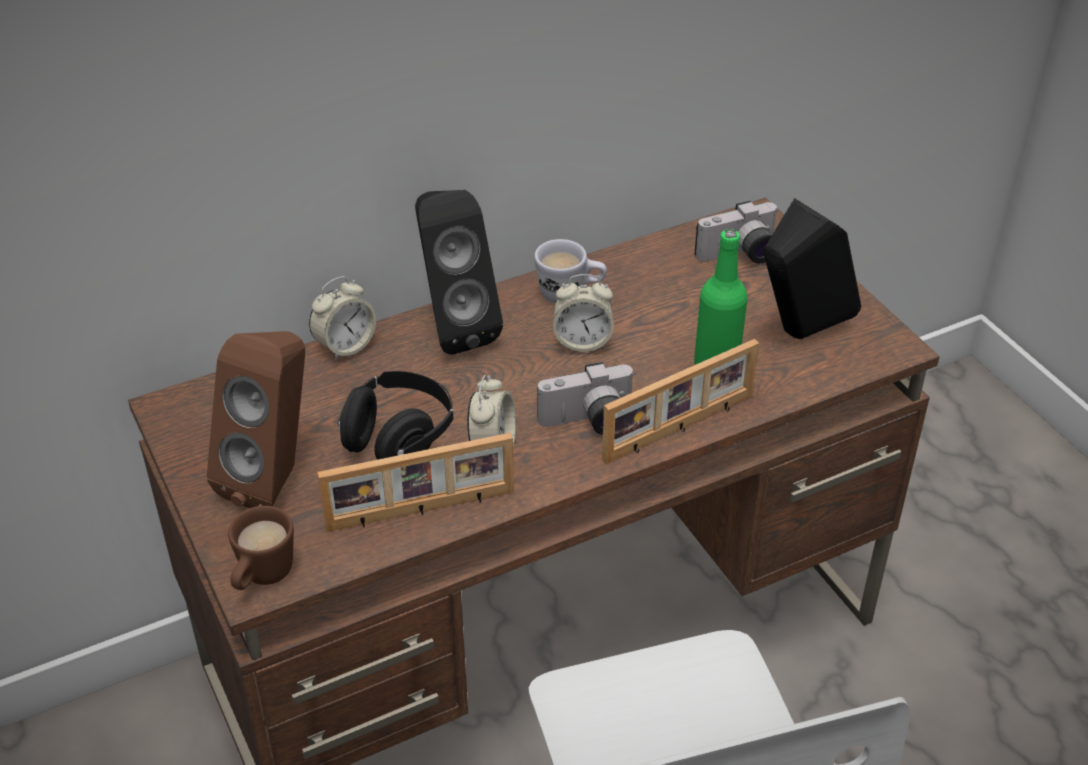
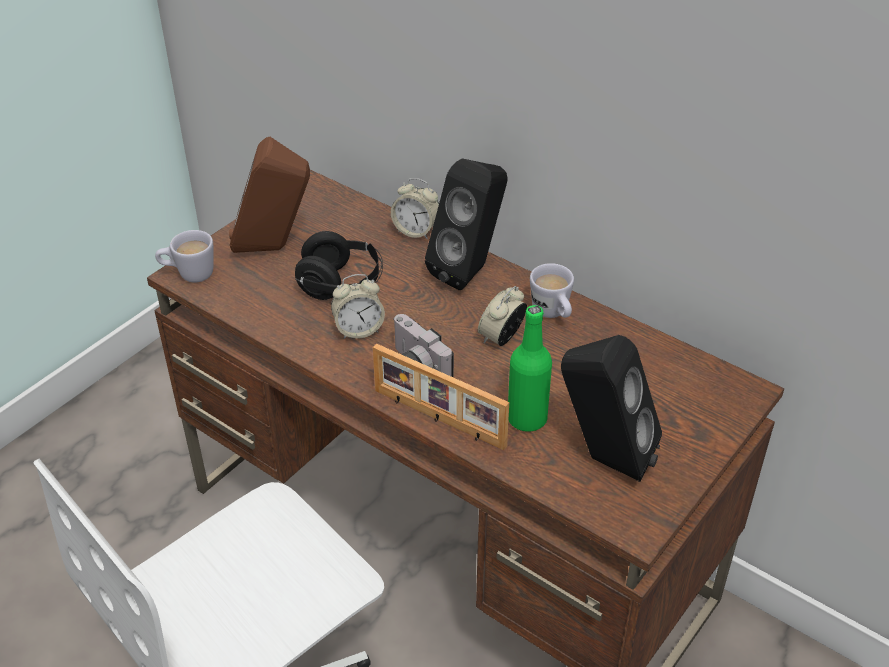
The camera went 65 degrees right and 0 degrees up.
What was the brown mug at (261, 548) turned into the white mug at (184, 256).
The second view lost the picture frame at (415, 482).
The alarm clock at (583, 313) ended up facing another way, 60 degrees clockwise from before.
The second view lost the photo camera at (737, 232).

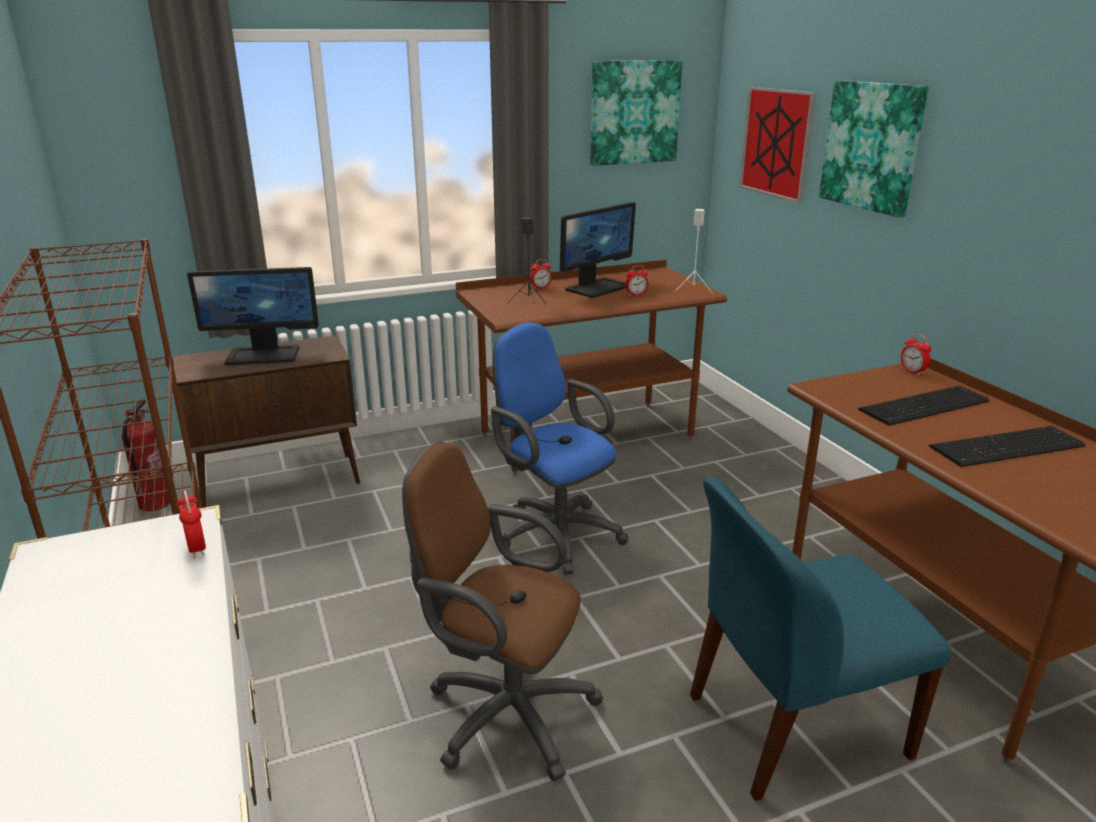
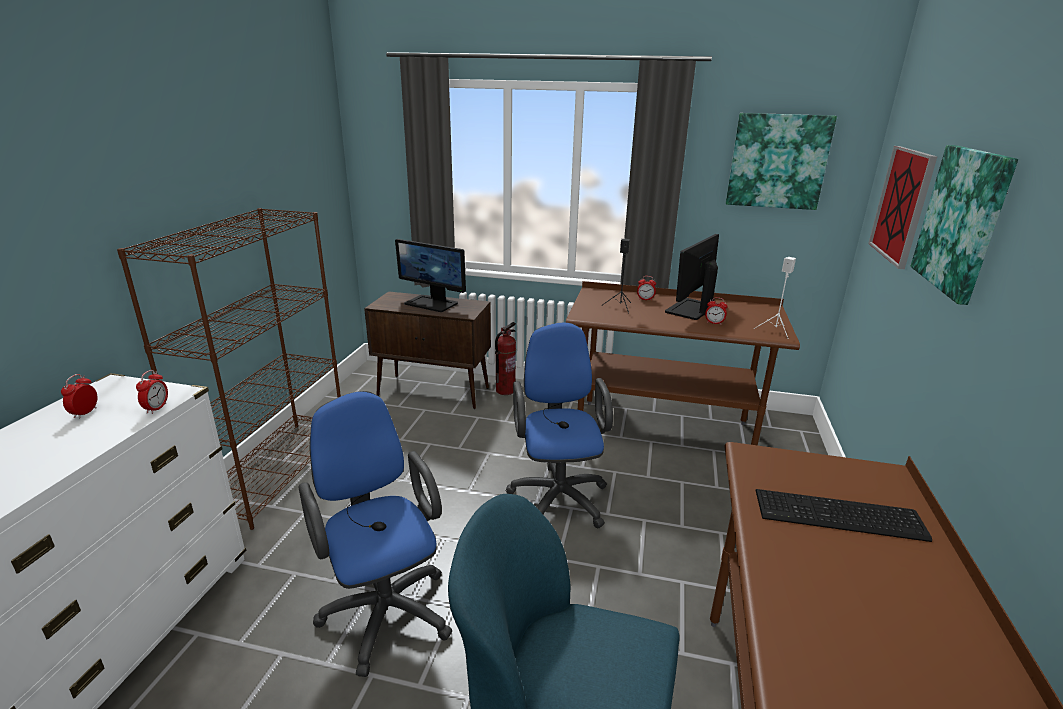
The camera went 35 degrees right and 0 degrees up.
The fire extinguisher ended up elsewhere, having gone from (146, 455) to (505, 358).
What was the brown office chair at (502, 611) turned into the blue office chair at (375, 534).
The monitor at (598, 250) ended up facing another way, 135 degrees clockwise from before.
The alarm clock ended up elsewhere, having gone from (916, 354) to (79, 396).
The second view lost the keyboard at (1007, 446).

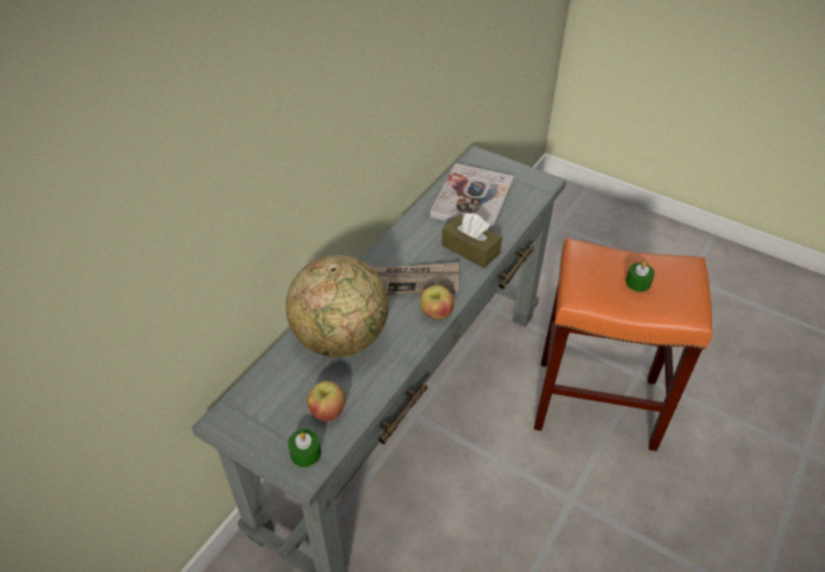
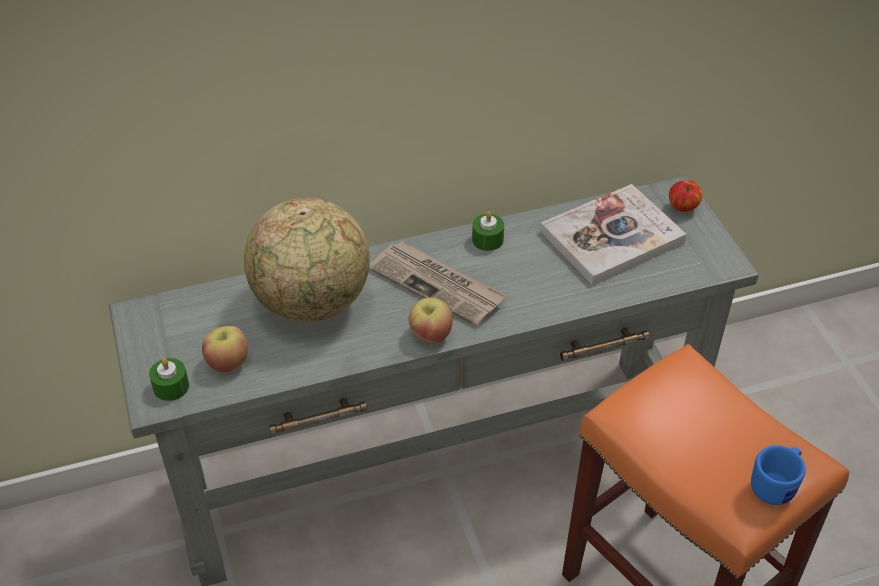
The camera went 40 degrees right and 0 degrees up.
The second view lost the brown tissue box at (472, 240).
The green candle ended up elsewhere, having gone from (640, 276) to (488, 231).
The second view gained the apple at (685, 196).
The second view gained the blue mug at (778, 475).

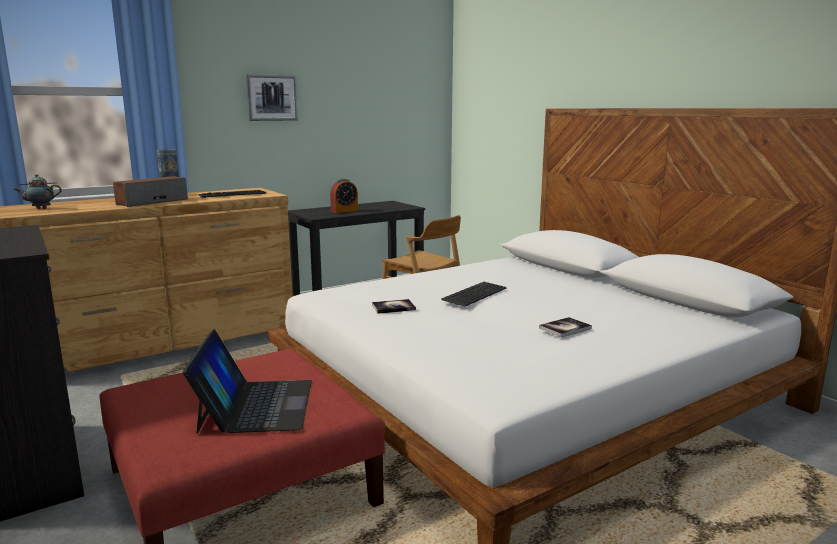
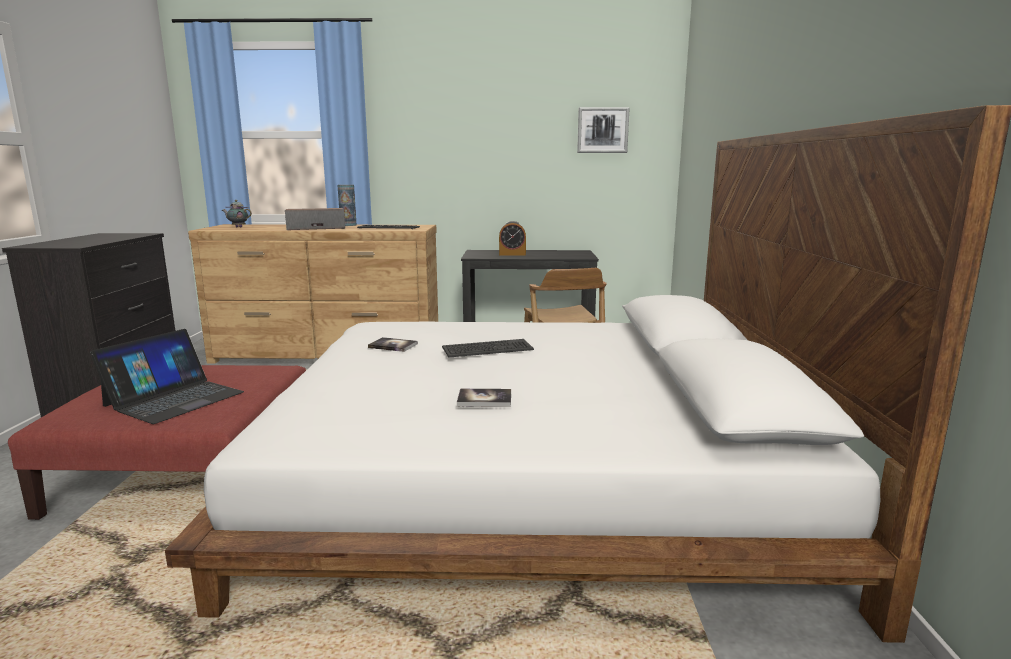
The camera went 35 degrees right and 0 degrees up.
The picture ended up elsewhere, having gone from (272, 97) to (603, 130).

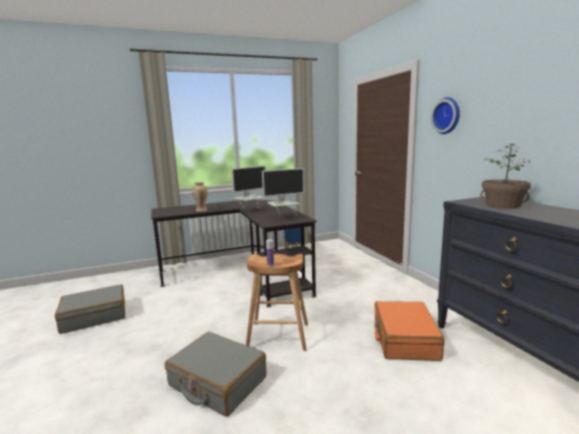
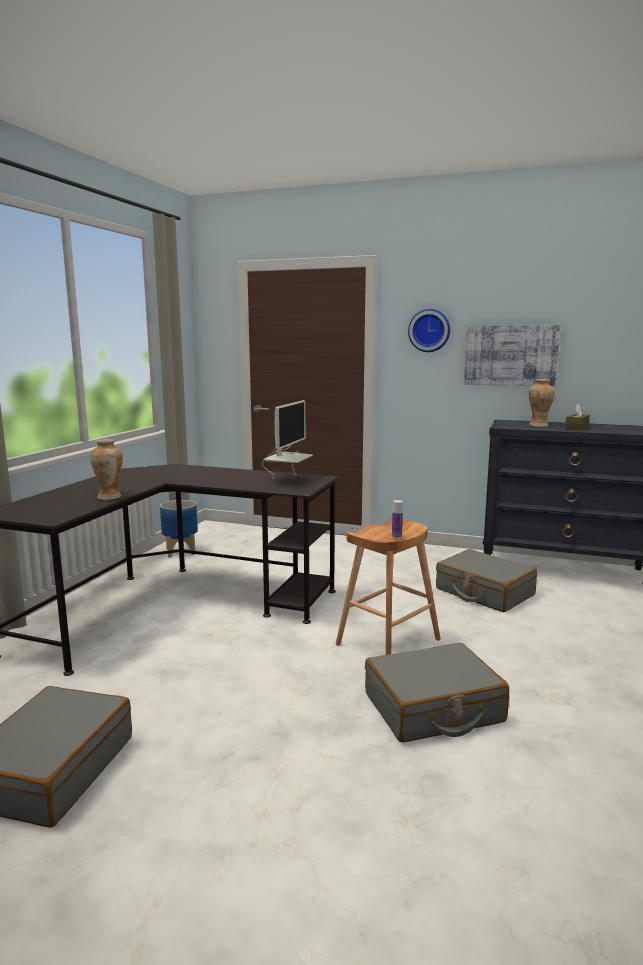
The camera went 50 degrees left and 0 degrees up.
The second view lost the monitor at (248, 187).
What was the orange suitcase at (409, 331) turned into the grey suitcase at (486, 580).
Where the potted plant stood at (505, 176), the vase came to stand at (542, 403).
The second view gained the picture at (512, 356).
The second view gained the brown tissue box at (577, 417).

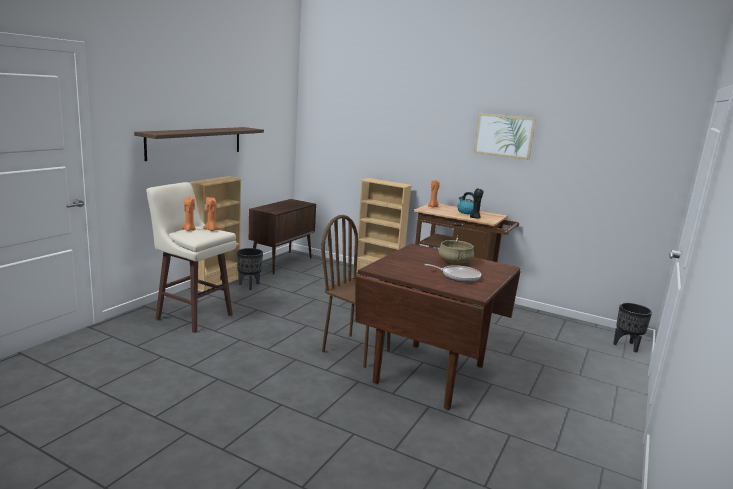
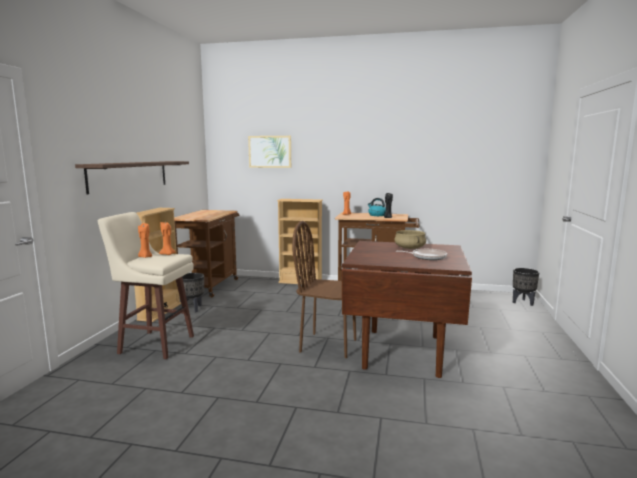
The camera went 15 degrees left and 5 degrees down.
Where the brown cabinet stood at (282, 236), the brown cart came to stand at (206, 253).
The picture ended up elsewhere, having gone from (505, 136) to (269, 152).

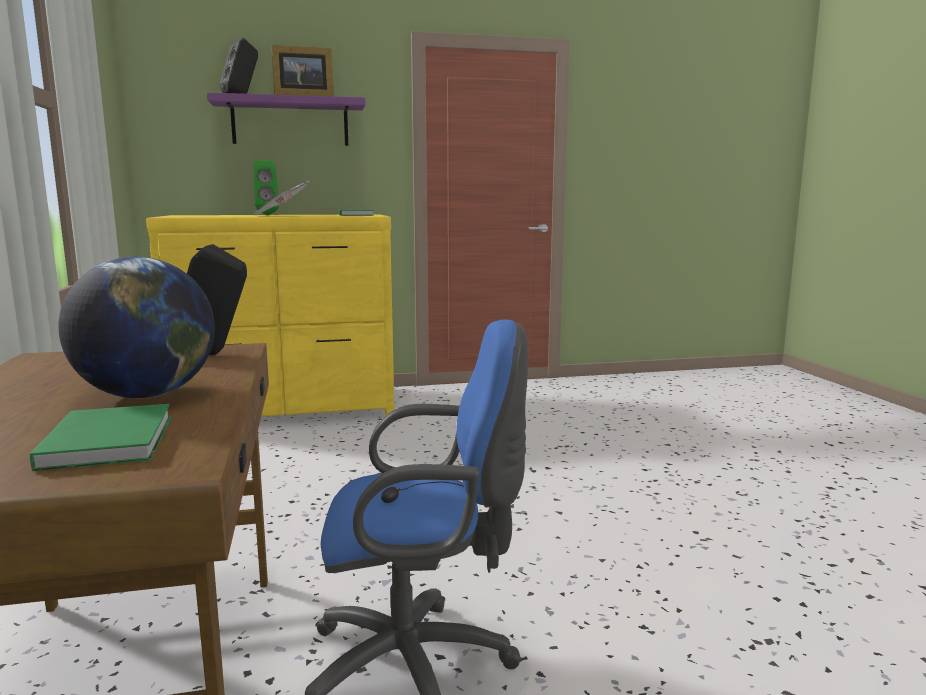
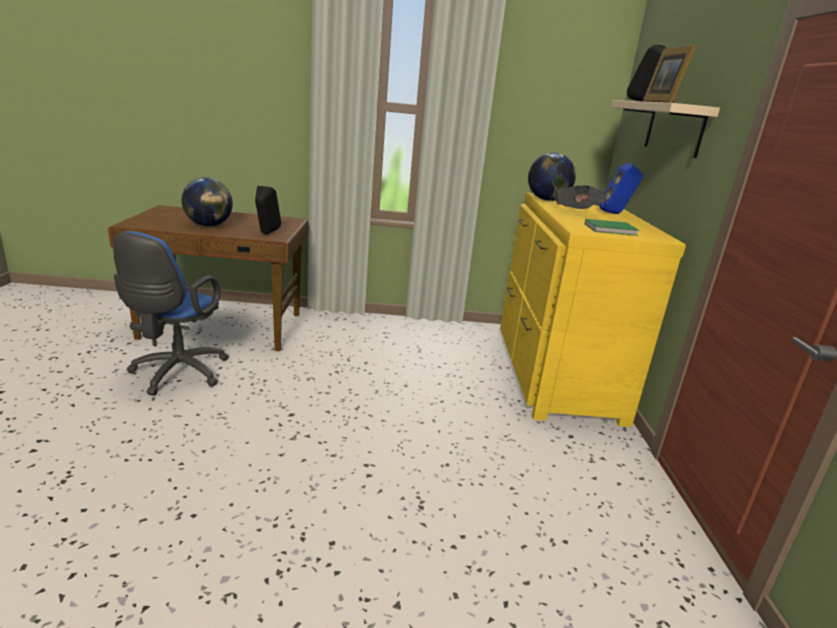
The camera went 100 degrees right and 10 degrees up.
The second view lost the green book at (100, 437).
What was the purple shelf at (286, 119) turned into the beige shelf at (665, 129).
What was the green speaker at (266, 187) turned into the blue speaker at (621, 188).
The second view gained the globe at (552, 177).

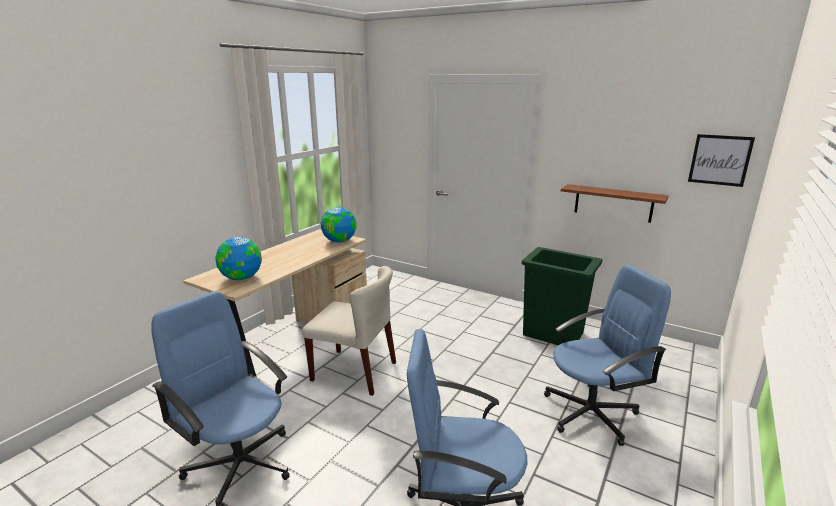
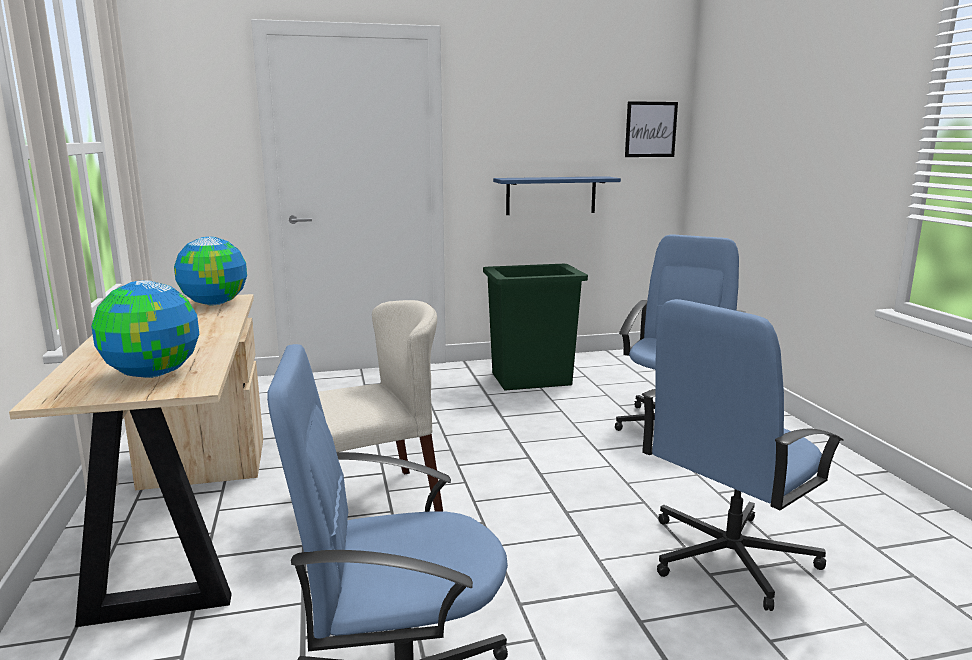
The camera went 45 degrees left and 5 degrees down.
What was the brown shelf at (614, 203) turned into the blue shelf at (557, 195).

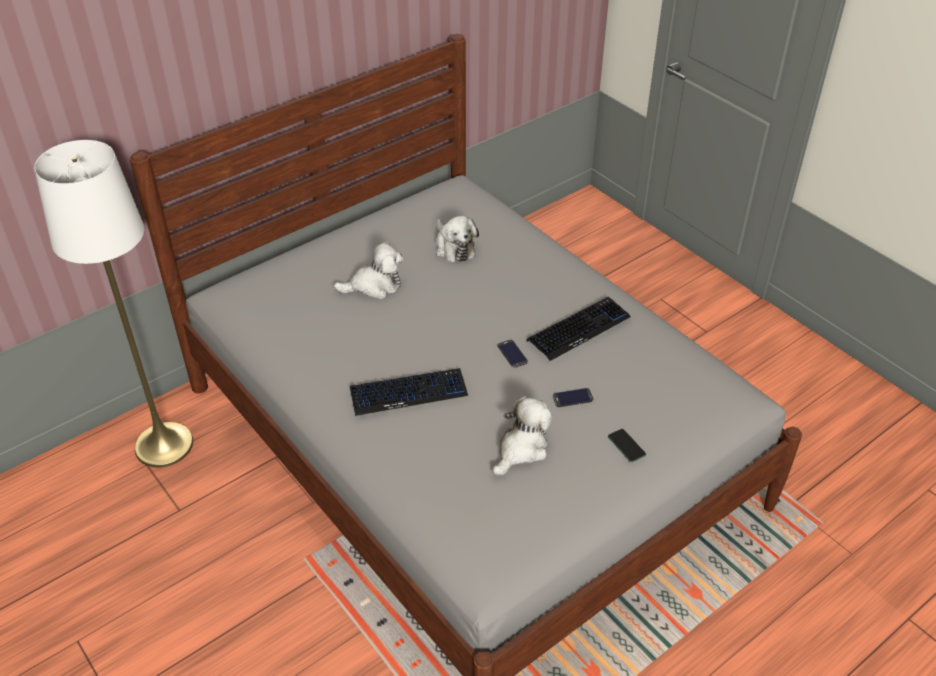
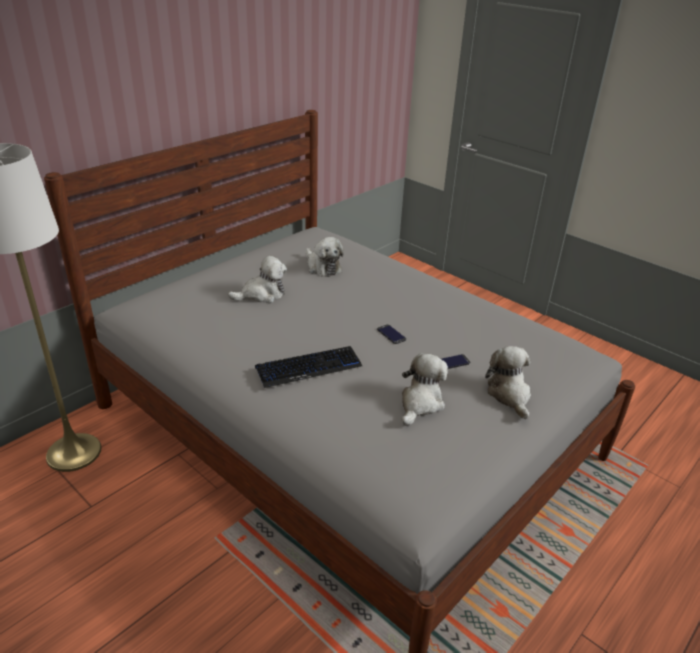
The camera went 10 degrees left and 10 degrees down.
The second view lost the keyboard at (579, 329).
Where the phone stood at (627, 445), the plush toy came to stand at (508, 383).

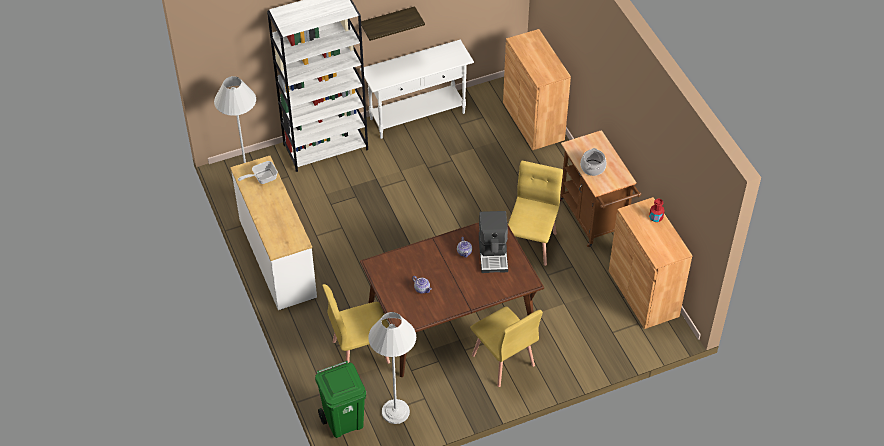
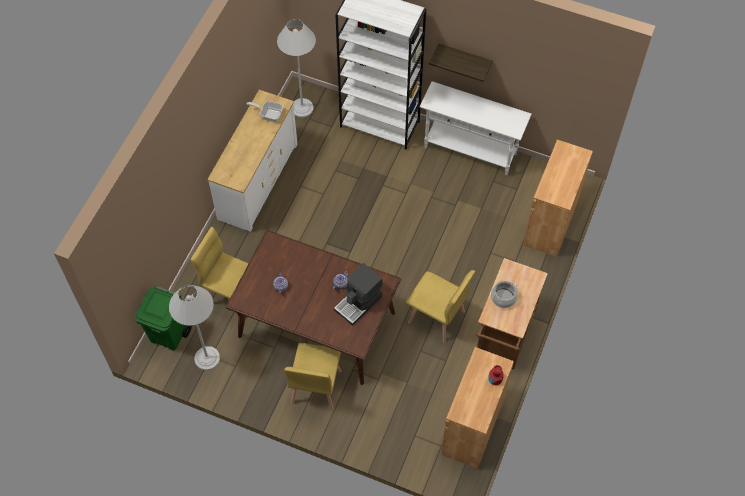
The camera went 45 degrees right and 10 degrees up.
The yellow chair at (535, 213) ended up facing another way, 60 degrees clockwise from before.

